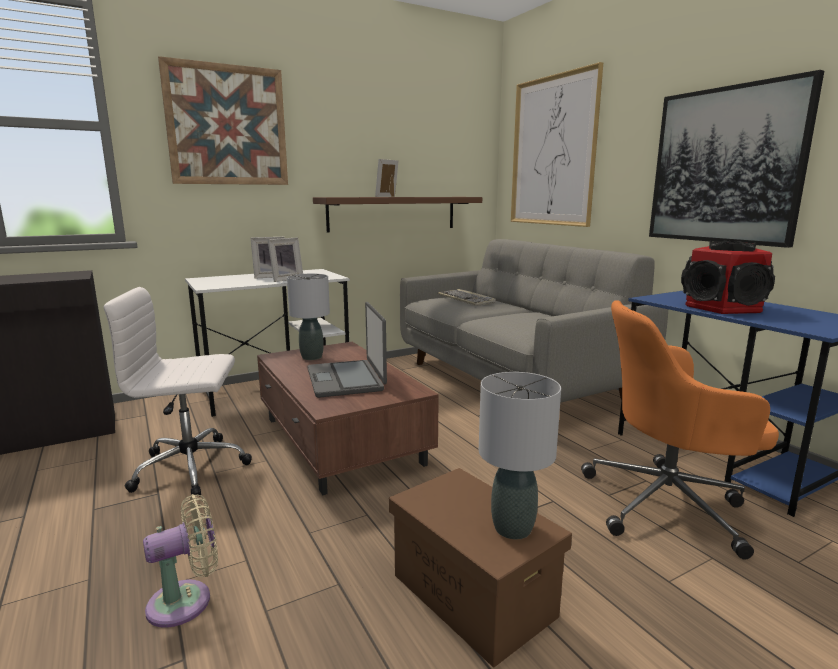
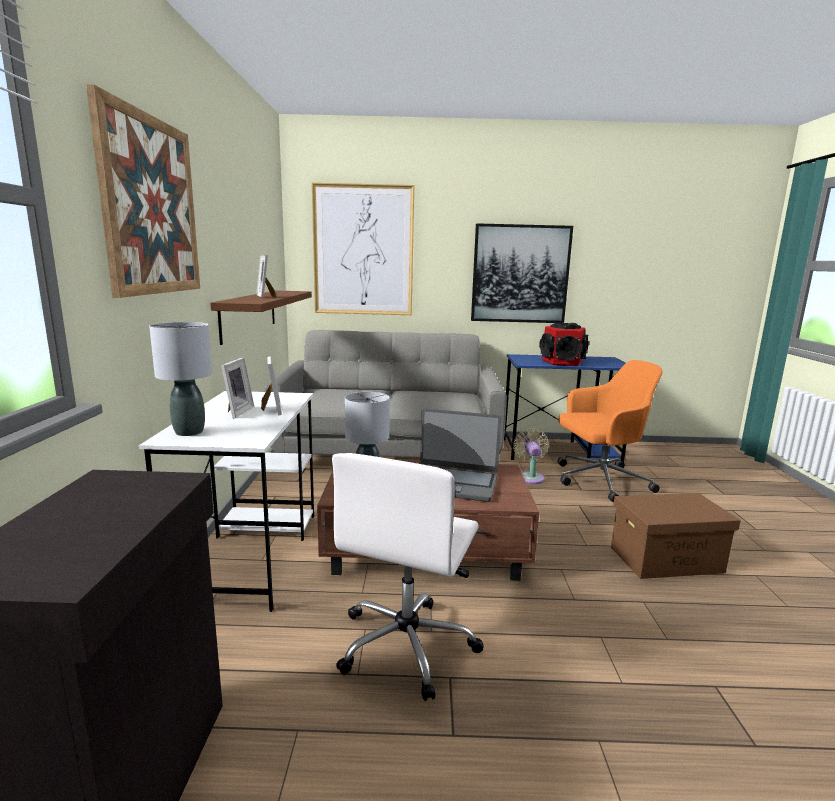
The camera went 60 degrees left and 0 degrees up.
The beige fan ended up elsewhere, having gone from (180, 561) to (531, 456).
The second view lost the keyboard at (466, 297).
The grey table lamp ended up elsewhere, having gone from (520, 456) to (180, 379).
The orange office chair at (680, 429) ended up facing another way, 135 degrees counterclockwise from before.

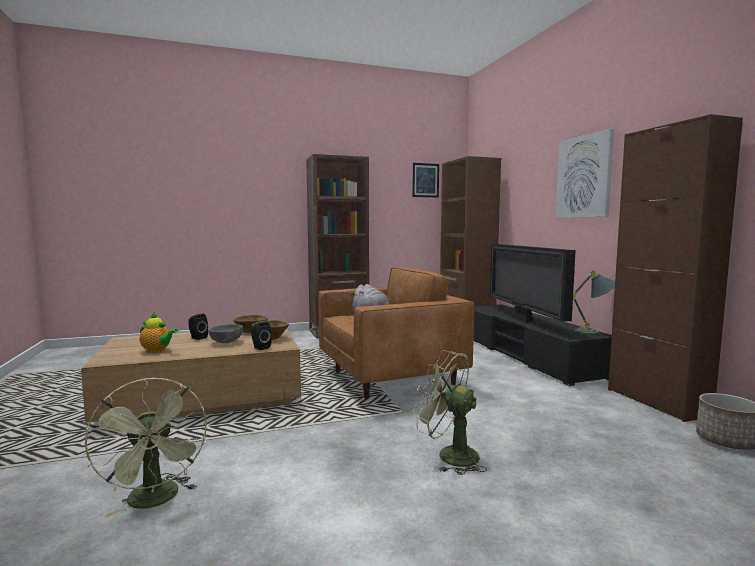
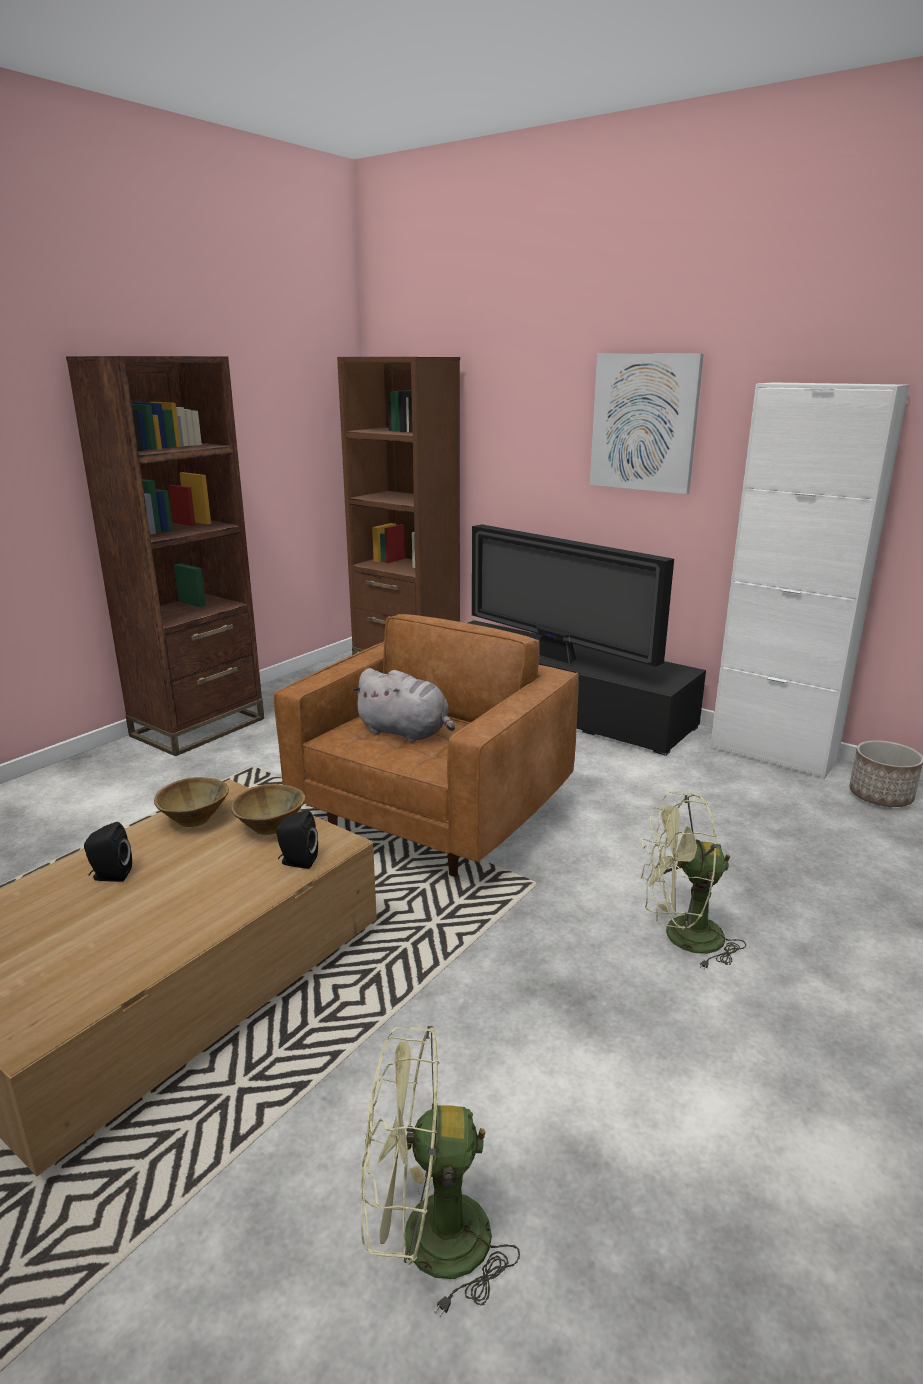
The camera went 35 degrees left and 15 degrees up.
The green fan at (146, 448) ended up facing another way, 150 degrees clockwise from before.
The second view lost the teapot at (158, 333).
The second view lost the grey bowl at (226, 333).
The second view lost the picture at (425, 180).
The second view lost the grey table lamp at (594, 302).
What was the brown cabinet at (675, 268) turned into the white cabinet at (809, 581).

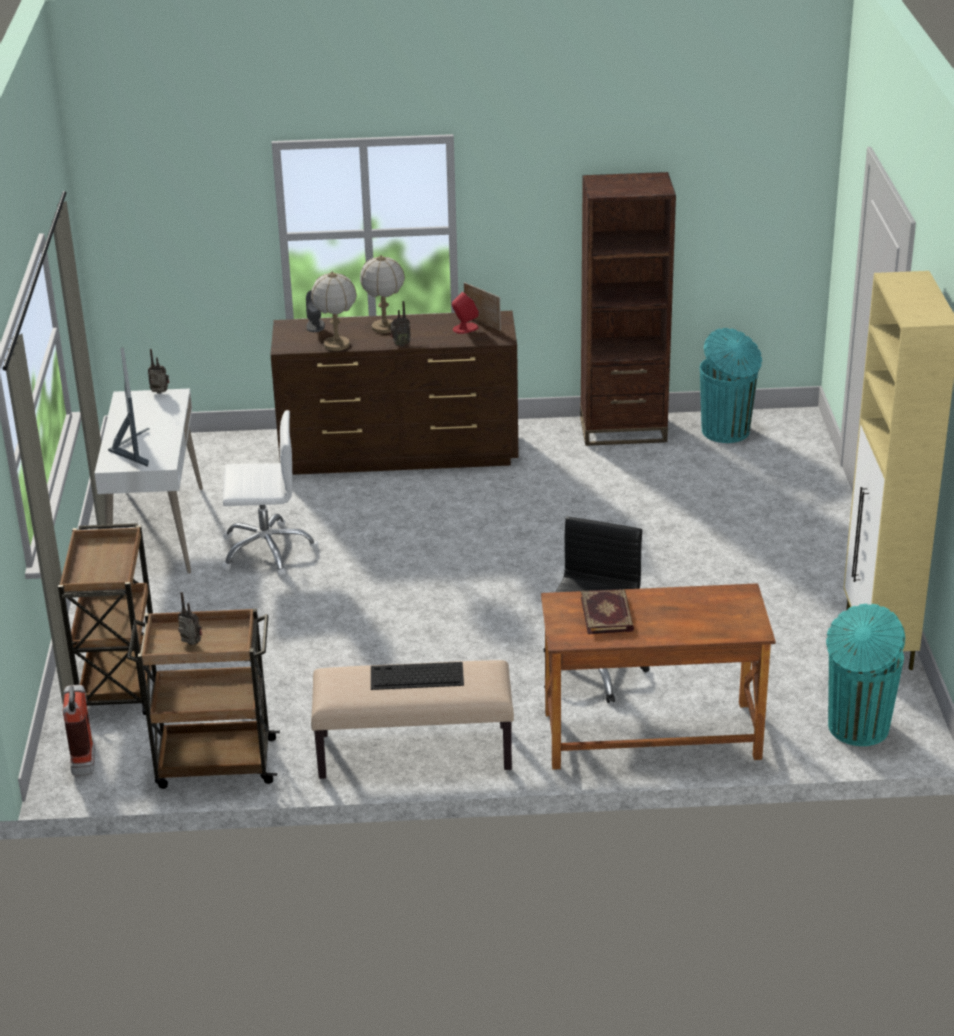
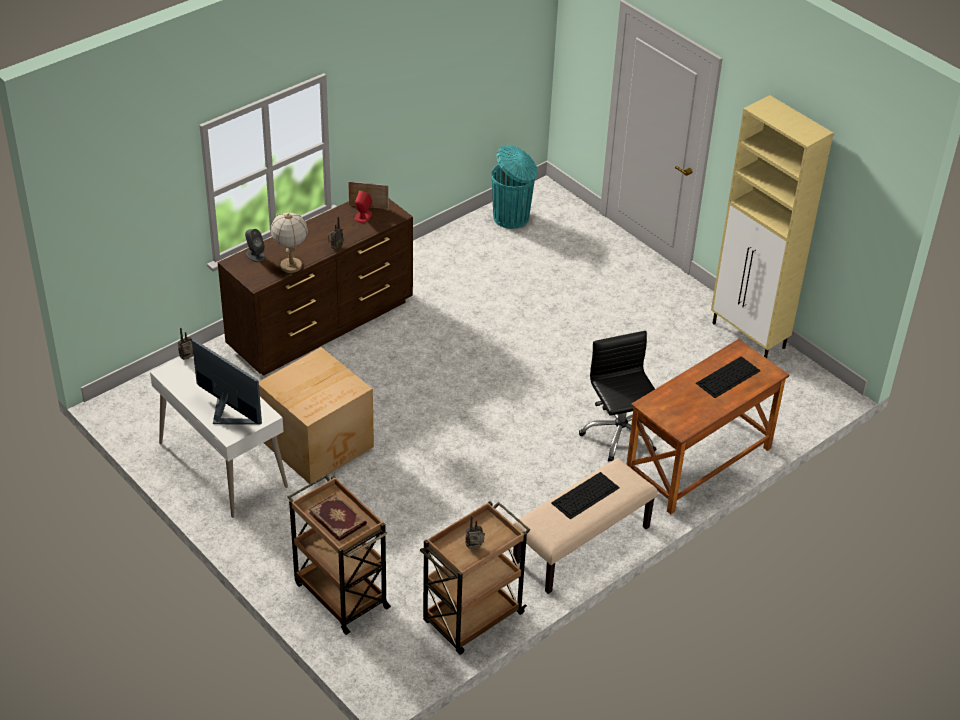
The camera went 40 degrees left and 10 degrees up.
The second view lost the fire extinguisher at (79, 730).
Where the white office chair stood at (270, 493), the cardboard box came to stand at (316, 415).
The second view lost the table lamp at (382, 294).
The second view lost the brown bookcase at (628, 309).
The book ended up elsewhere, having gone from (607, 611) to (338, 517).
The second view lost the turquoise trash can at (865, 675).
The second view gained the keyboard at (728, 377).

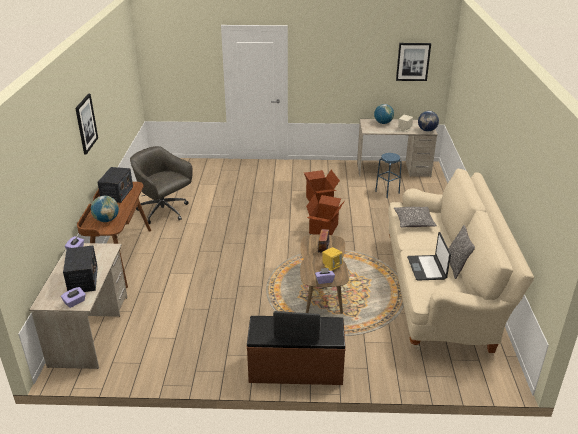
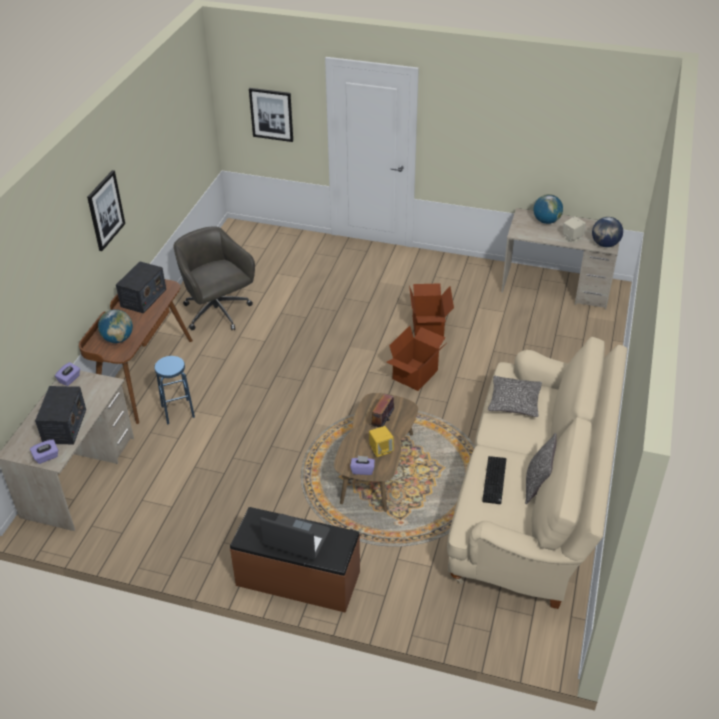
The camera went 15 degrees right and 10 degrees up.
The blue stool ended up elsewhere, having gone from (388, 175) to (174, 390).
The picture ended up elsewhere, having gone from (413, 62) to (271, 115).
Where the laptop stood at (429, 256), the keyboard came to stand at (494, 480).

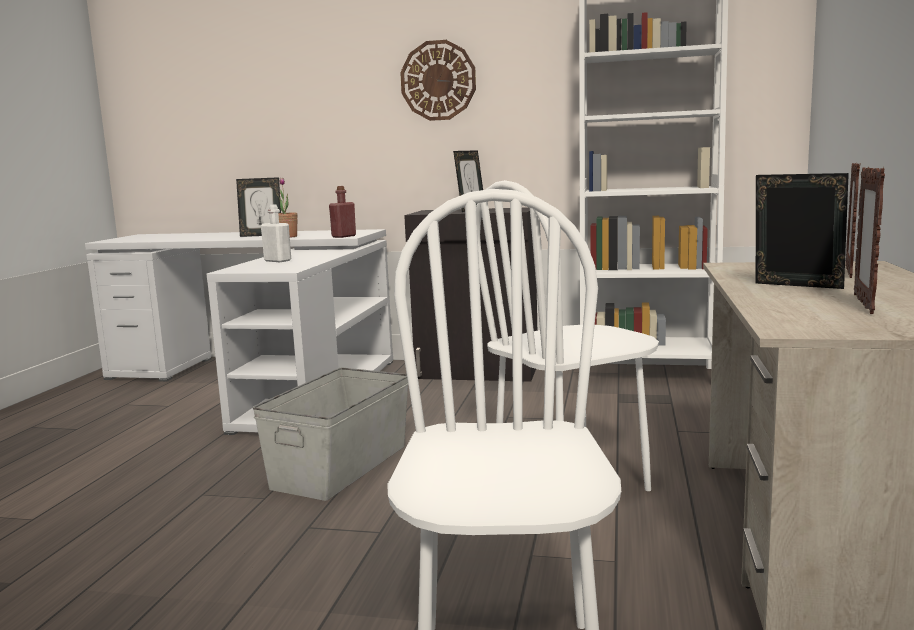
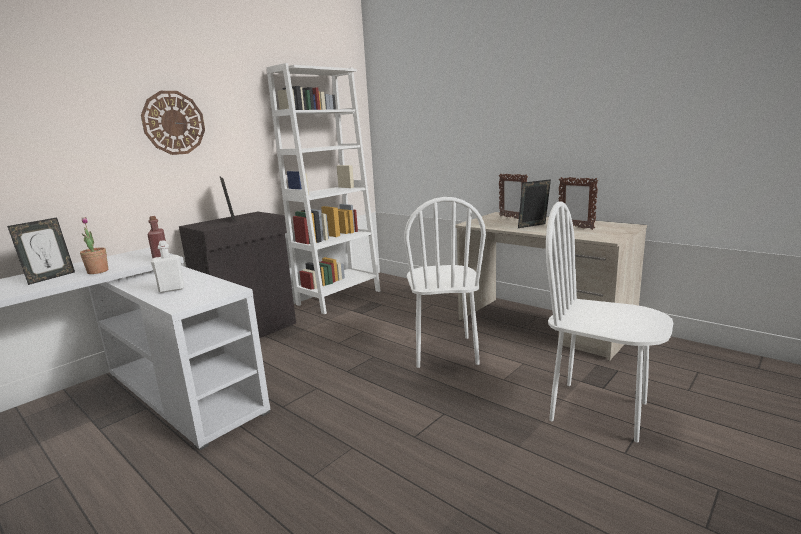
The camera went 60 degrees left and 5 degrees up.
The second view lost the grey storage box at (330, 434).

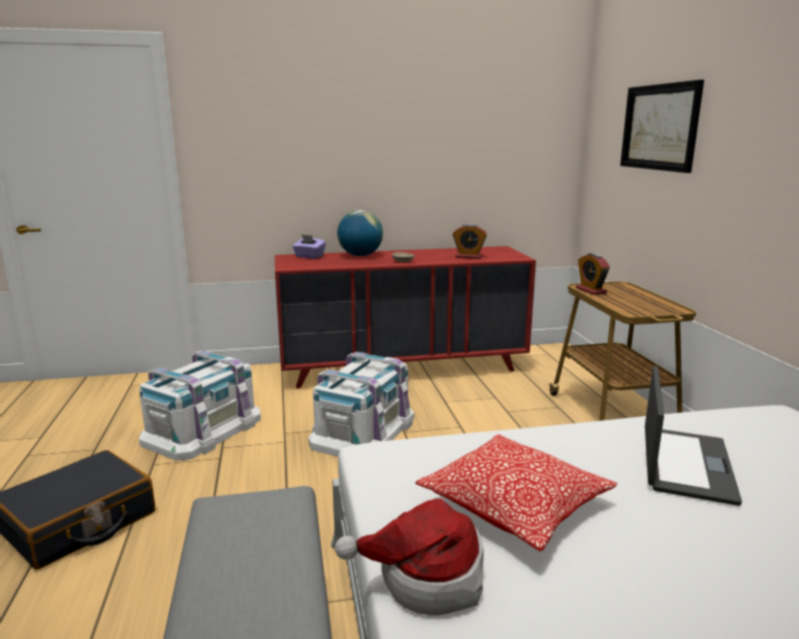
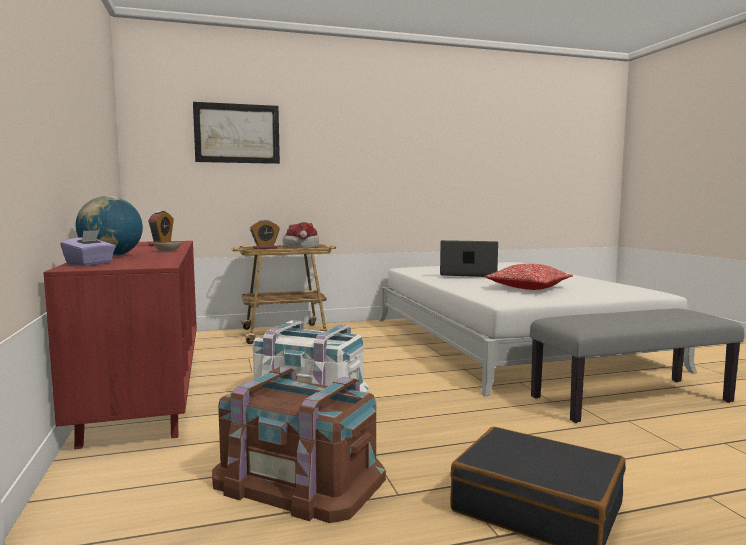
The camera went 95 degrees left and 10 degrees down.
What was the white storage box at (200, 406) turned into the brown storage box at (299, 445).
The hat ended up elsewhere, having gone from (409, 557) to (301, 235).

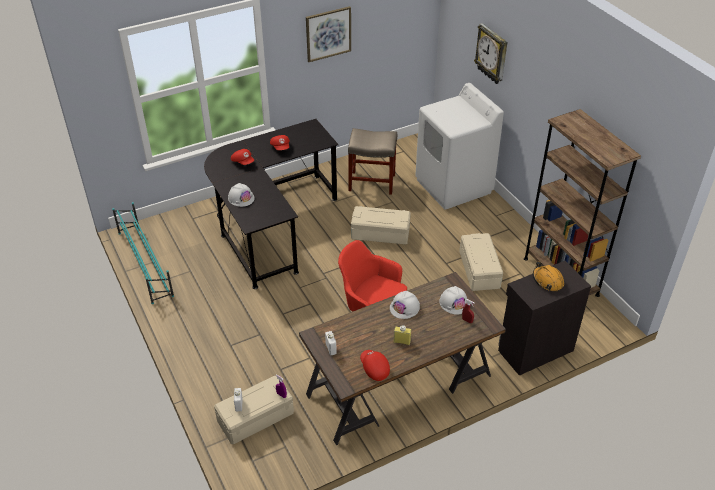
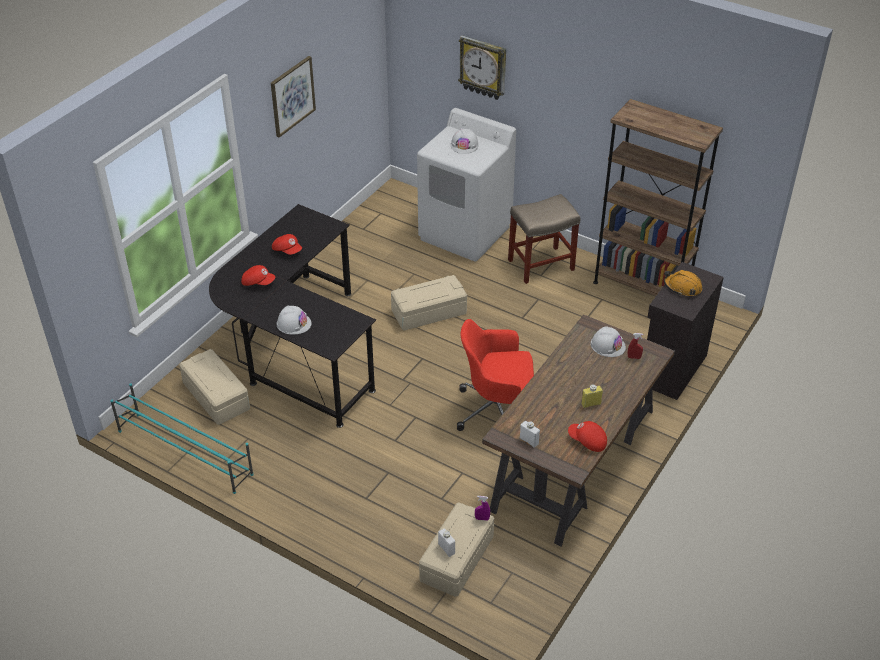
The camera went 30 degrees left and 0 degrees up.
The beige stool ended up elsewhere, having gone from (372, 161) to (544, 239).
The white hard hat ended up elsewhere, having gone from (405, 305) to (464, 141).
The beige storage box ended up elsewhere, having gone from (481, 262) to (214, 387).

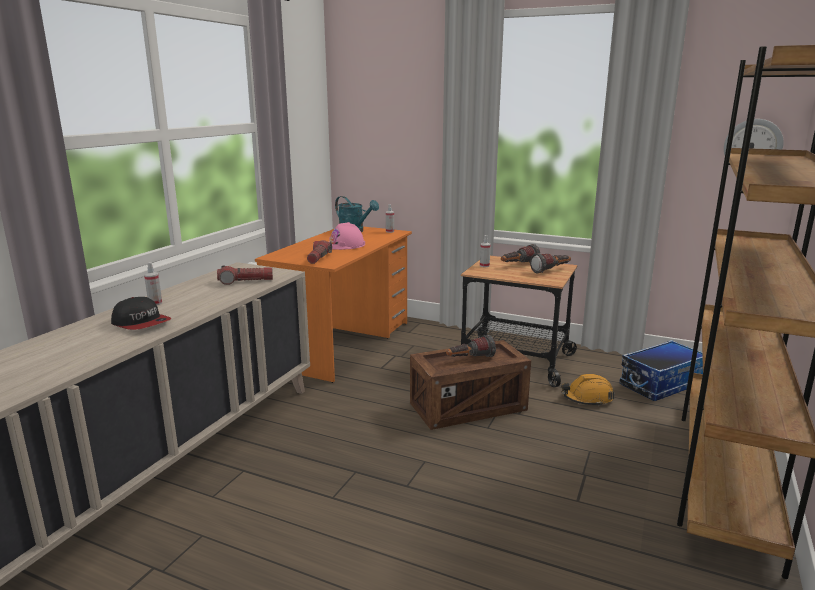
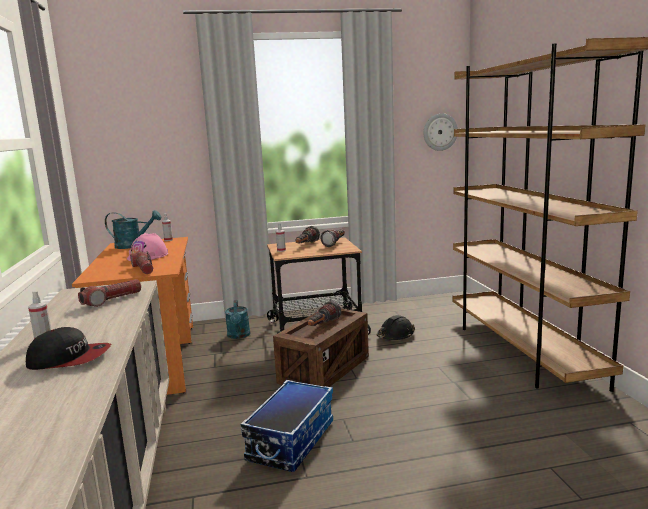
The camera went 35 degrees left and 5 degrees down.
What was the orange hard hat at (587, 390) turned into the black hard hat at (396, 327).
The storage box ended up elsewhere, having gone from (661, 370) to (287, 426).
The second view gained the turquoise watering can at (237, 319).

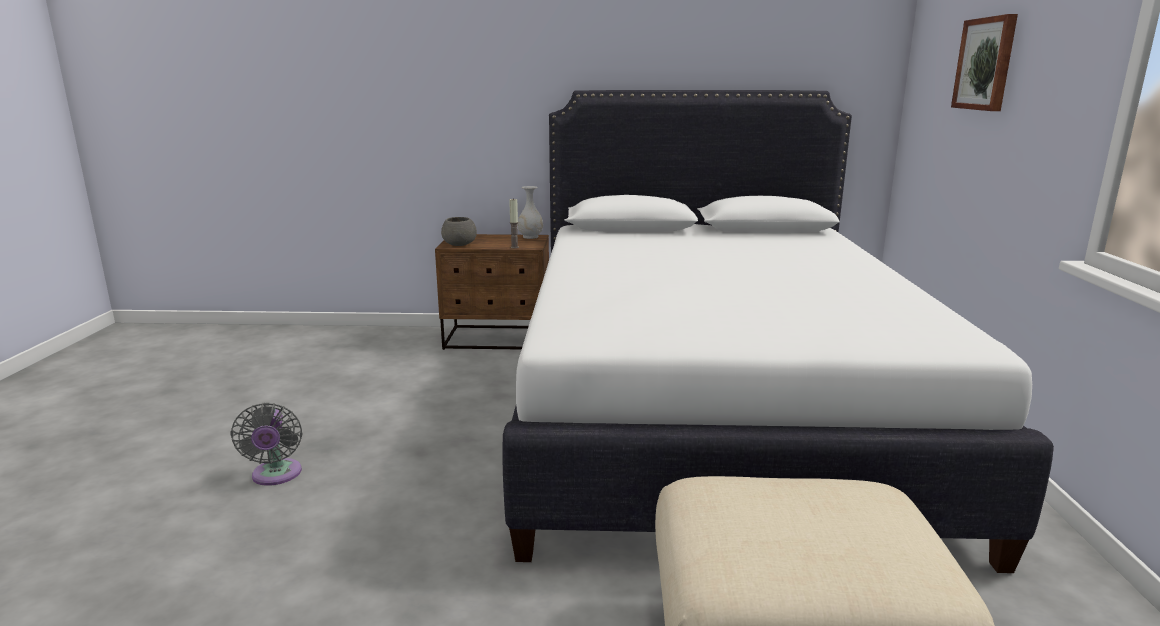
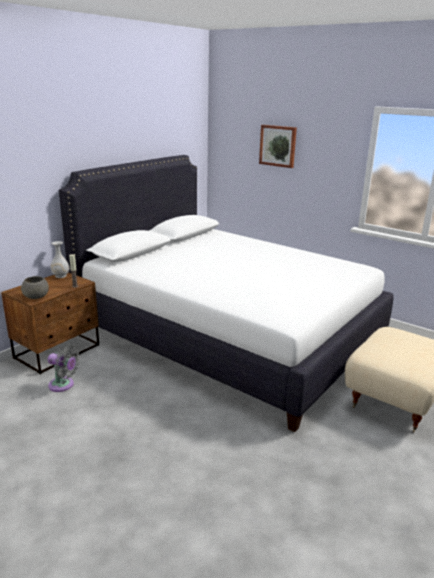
The camera went 55 degrees left and 5 degrees up.
The grey fan ended up elsewhere, having gone from (266, 444) to (64, 369).

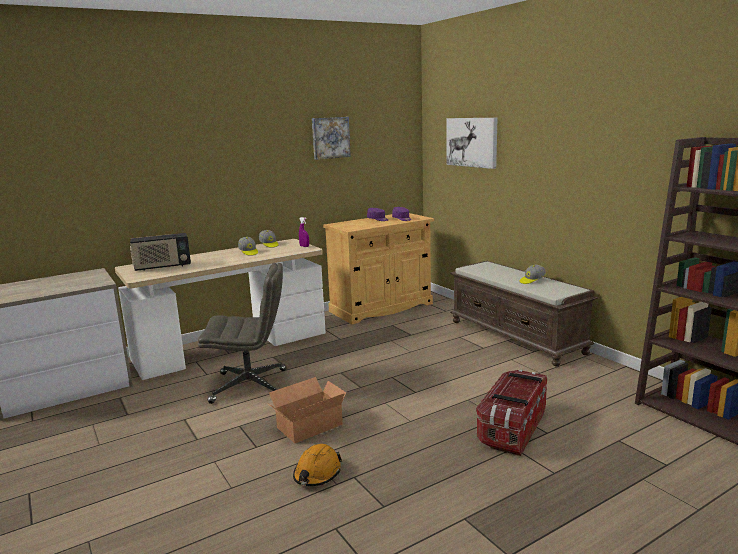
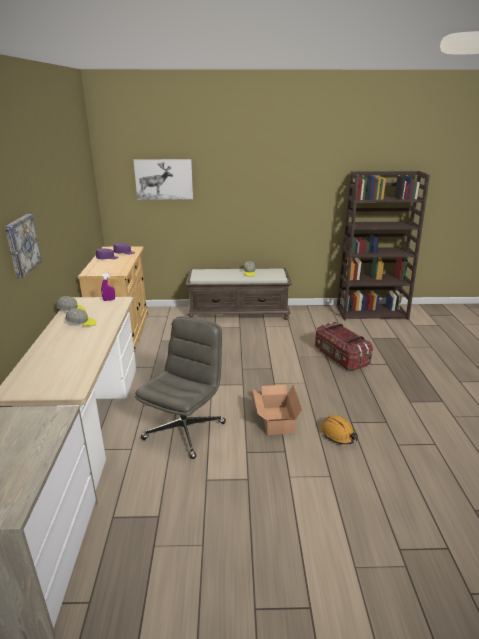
The camera went 60 degrees left and 10 degrees up.
The second view lost the radio at (160, 252).
The picture ended up elsewhere, having gone from (331, 138) to (23, 246).

